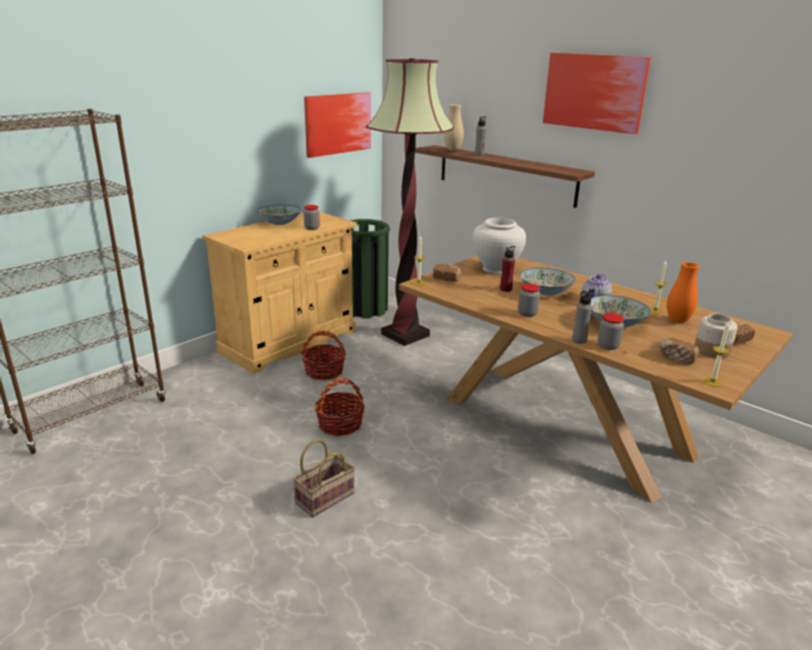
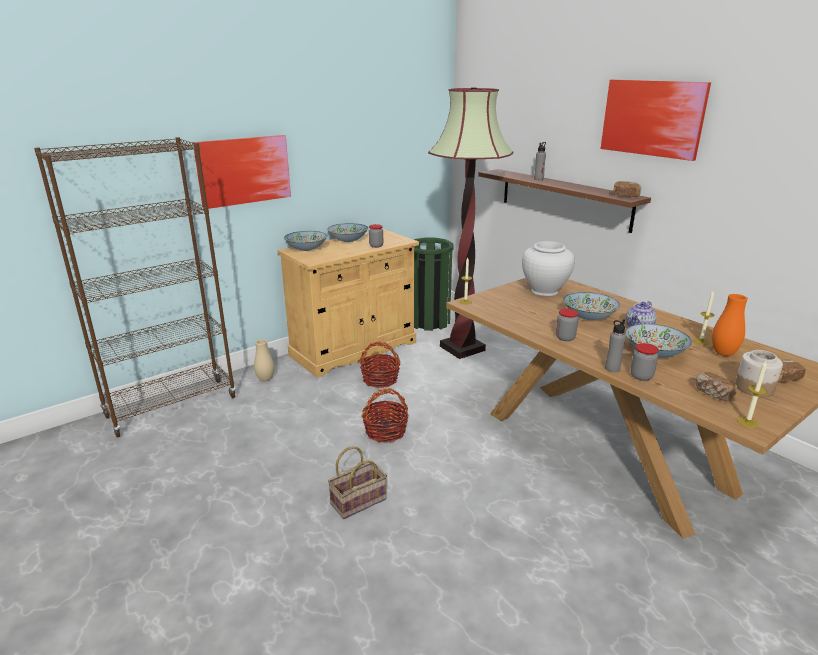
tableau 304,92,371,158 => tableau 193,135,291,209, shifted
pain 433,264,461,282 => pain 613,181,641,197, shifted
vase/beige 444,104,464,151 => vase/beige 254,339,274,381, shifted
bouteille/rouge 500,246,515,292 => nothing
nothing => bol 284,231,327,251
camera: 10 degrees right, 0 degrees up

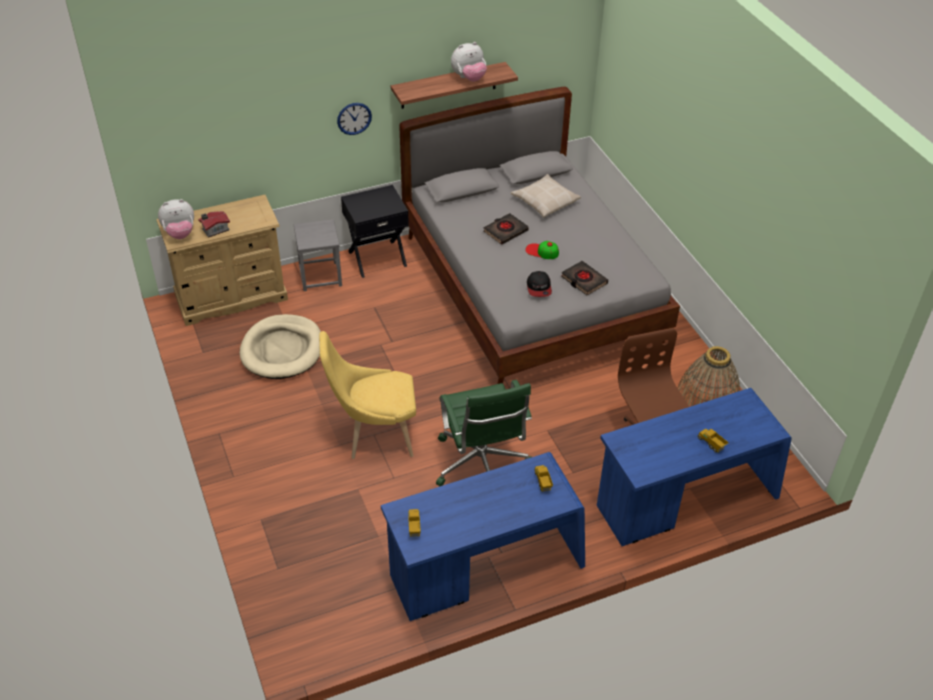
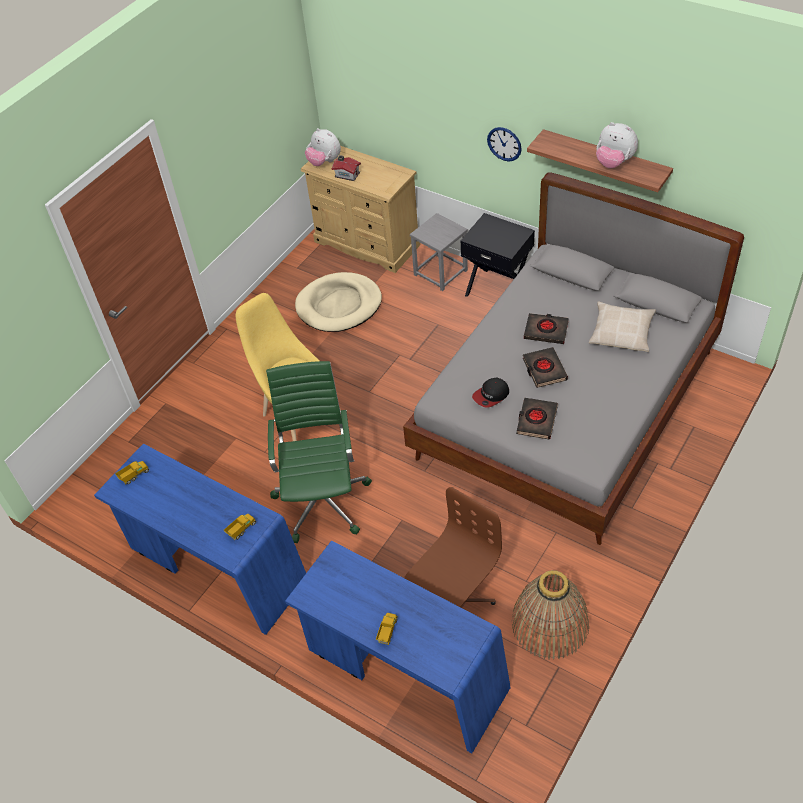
chaise de bureau/vert 436,380,532,486 => chaise de bureau/vert 266,361,372,543, 135 degrees clockwise
casquette 525,241,559,259 => livre/noir 523,347,568,388
camera: 60 degrees right, 5 degrees up

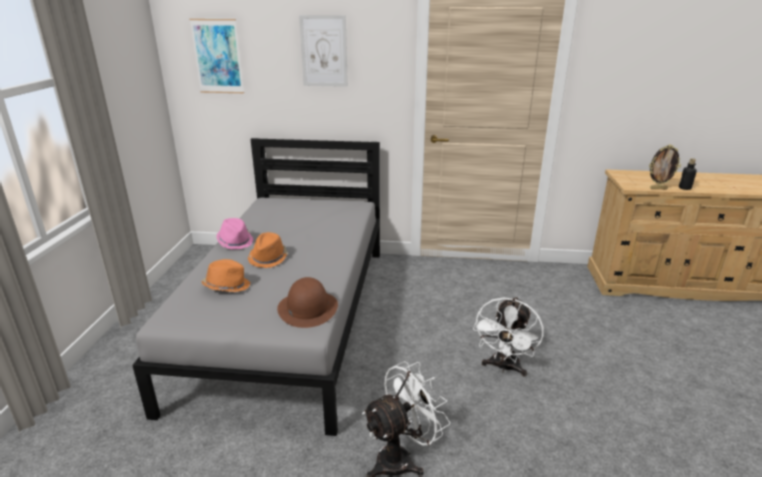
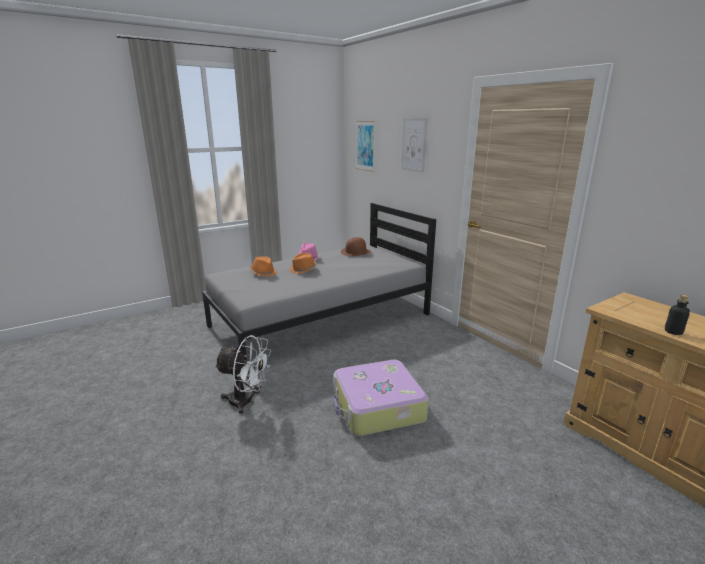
chapeau/marron 277,277,338,328 => chapeau/marron 341,237,371,256, shifted
ventilateur/blanc 473,297,544,377 => valise 333,360,429,436
cadre photo 649,145,681,189 => nothing
camera: 50 degrees right, 5 degrees down

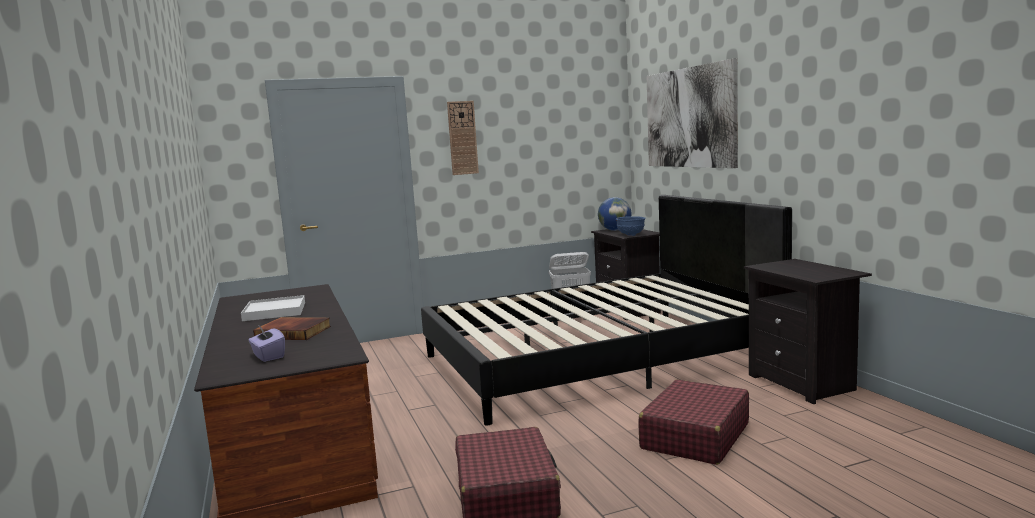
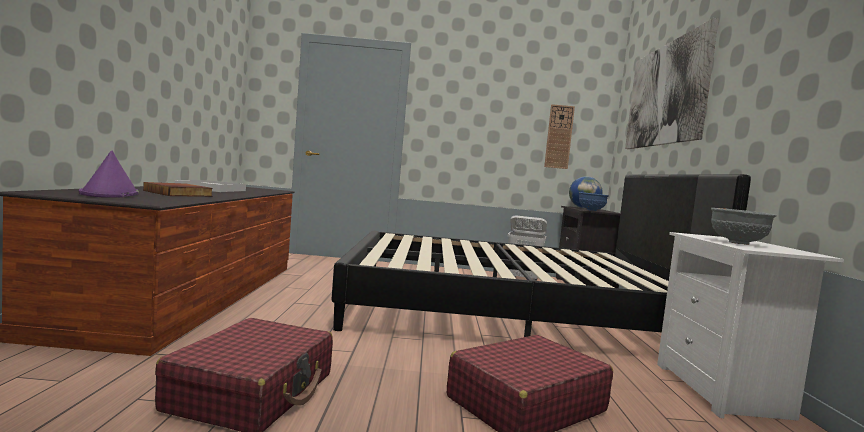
boîte à mouchoirs/violet 248,326,285,362 => chapeau/violet 79,150,139,198
horloge murale 447,101,479,175 => horloge murale 544,104,575,169, shifted
table de chevet/noir 744,259,872,404 => table de chevet/blanc 657,232,844,421
nothing => bol/gris 711,208,777,245
camera: 20 degrees right, 5 degrees down

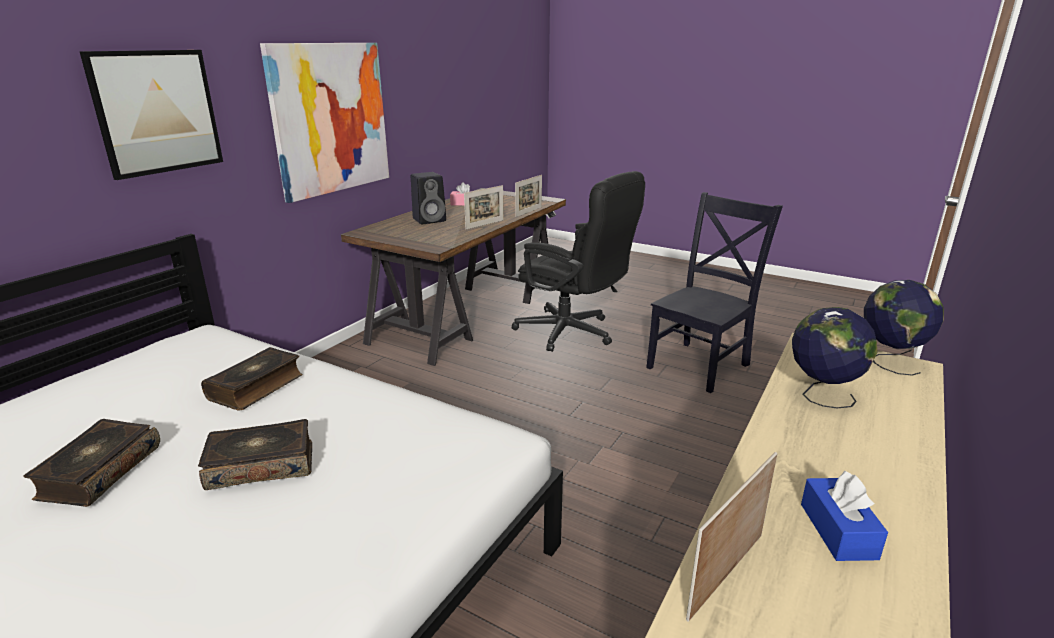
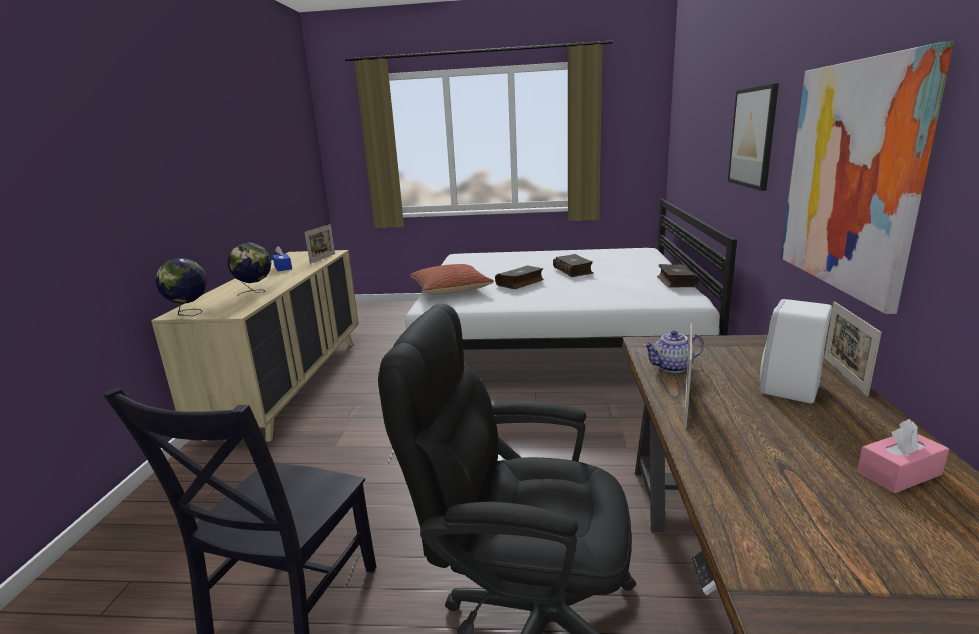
livre 201,347,303,411 => livre 657,264,699,288, shifted
enceinte/noir 411,172,446,224 => enceinte/blanc 760,299,832,403
cadre photo 515,175,542,217 => cadre photo 824,301,882,396, shifted
nothing => coussin 410,264,494,295
nothing => théière 643,331,704,373
camera: 155 degrees right, 5 degrees down

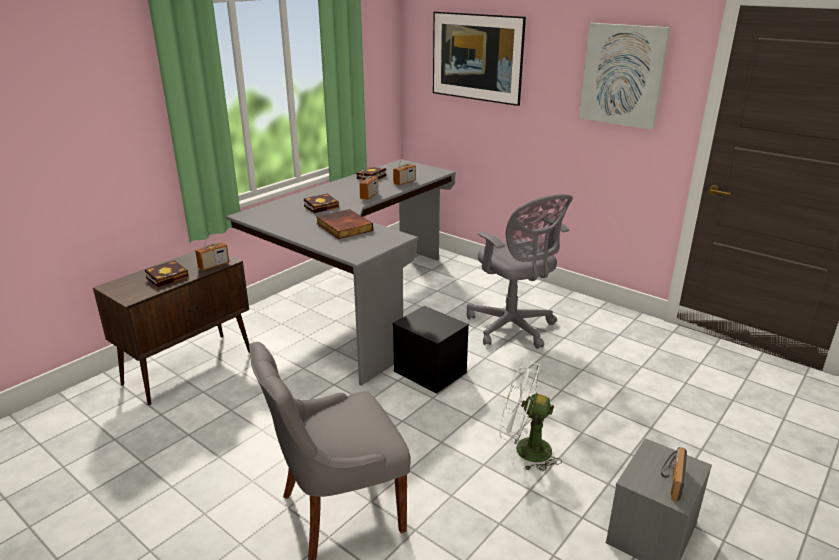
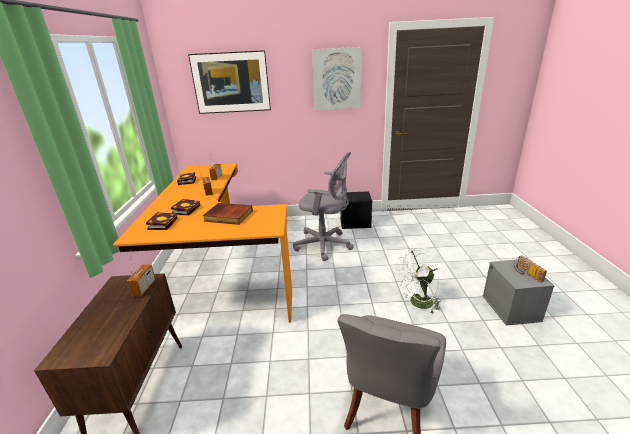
livre 145,260,189,287 => livre 146,212,178,230, shifted
bureau/gris 226,159,456,386 => bureau/orange 113,163,292,323
boîte de rangement/noir 392,306,469,394 => boîte de rangement/noir 340,191,372,229, shifted
camera: 40 degrees left, 0 degrees up

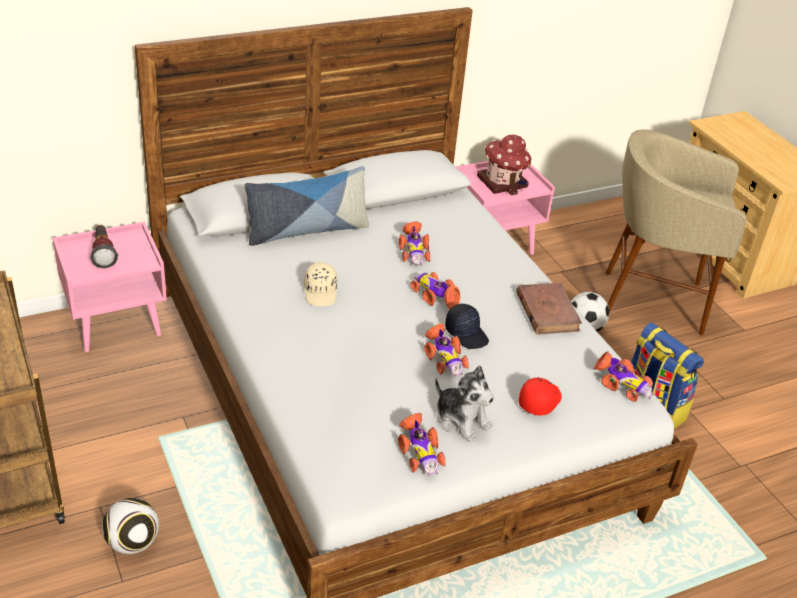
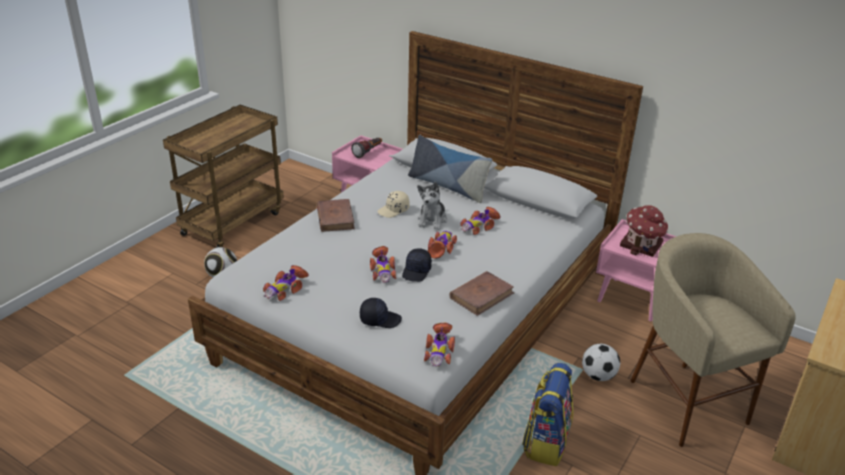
petite voiture 424,323,469,377 => petite voiture 370,246,396,283, 45 degrees counterclockwise
peluche 435,365,494,442 => peluche 417,182,447,230, shifted
casquette/rouge 519,377,562,416 => casquette/noir 360,298,402,328
nothing => livre/marron 317,199,355,232
camera: 60 degrees right, 5 degrees down

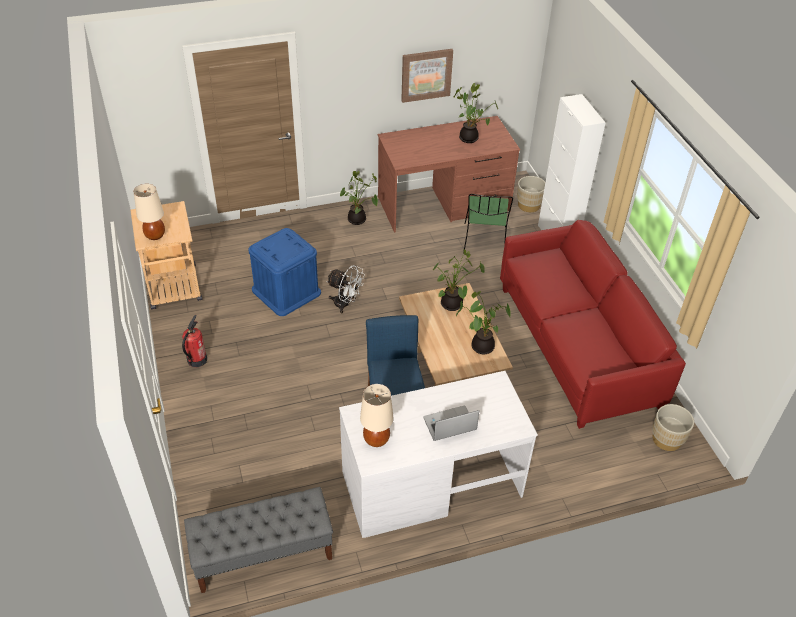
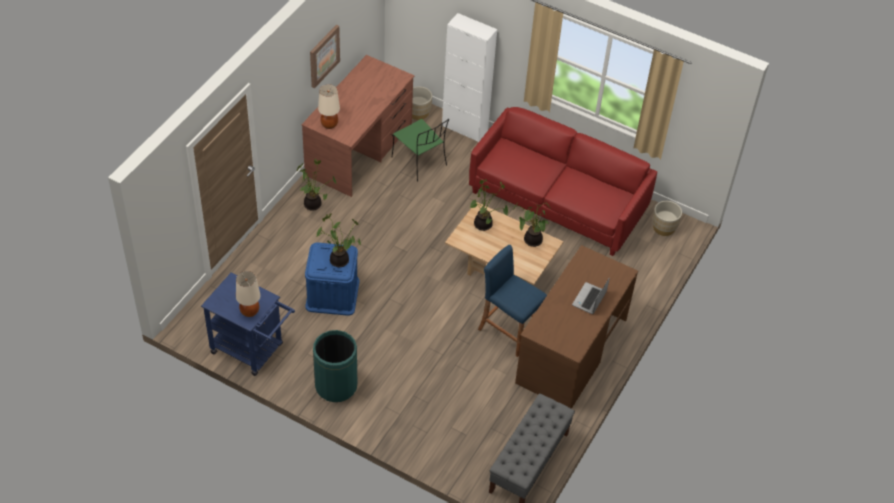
chariot/beige 130,201,203,309 => chariot/bleu 201,272,295,376
extincteur 182,315,207,367 => poubelle/vert 313,330,357,402
ventilateur/blanc 326,265,365,313 => nothing
bureau/blanc 339,371,538,538 => bureau/marron 515,245,638,409
lampe de table/beige 360,384,394,447 => lampe de table/beige 318,84,340,129, shifted
plante en pot 454,83,498,143 => plante en pot 317,213,361,267, shifted
camera: 45 degrees left, 5 degrees up

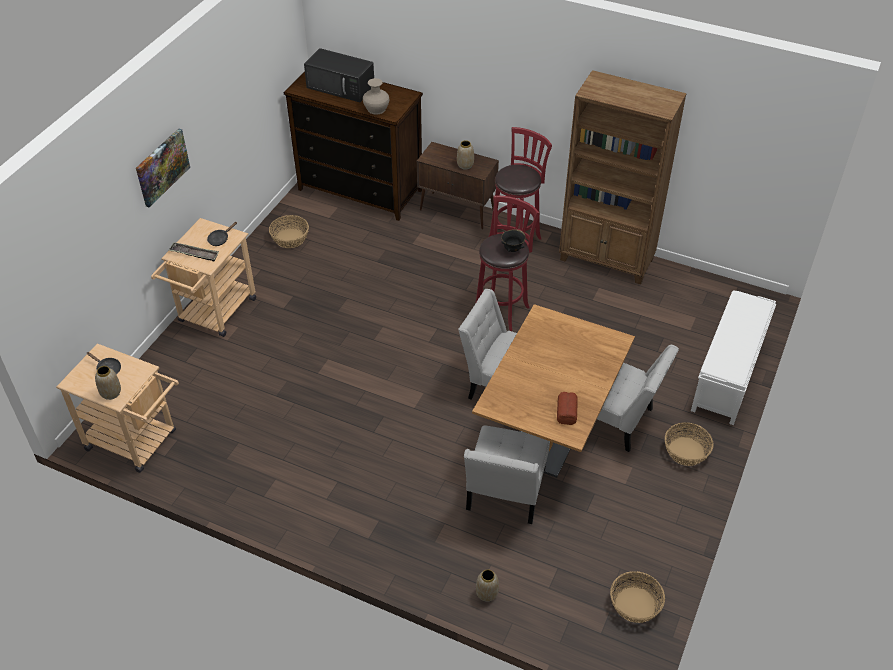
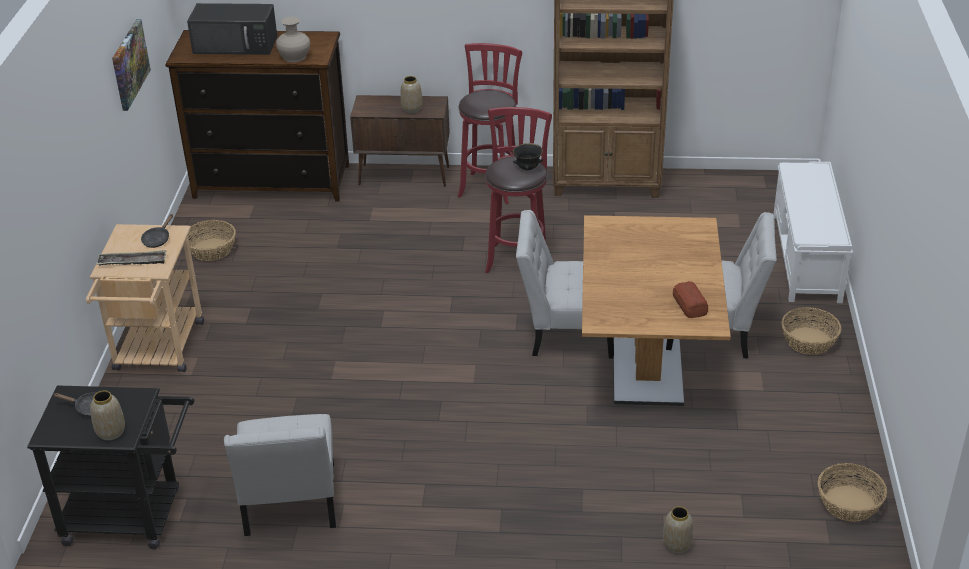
chariot/beige 56,343,179,473 => chariot/noir 27,385,194,549
tableau 136,128,190,207 => tableau 112,19,151,111, shifted
chaise/blanc 464,426,550,524 => chaise/blanc 224,414,336,536, shifted
camera: 20 degrees left, 10 degrees down

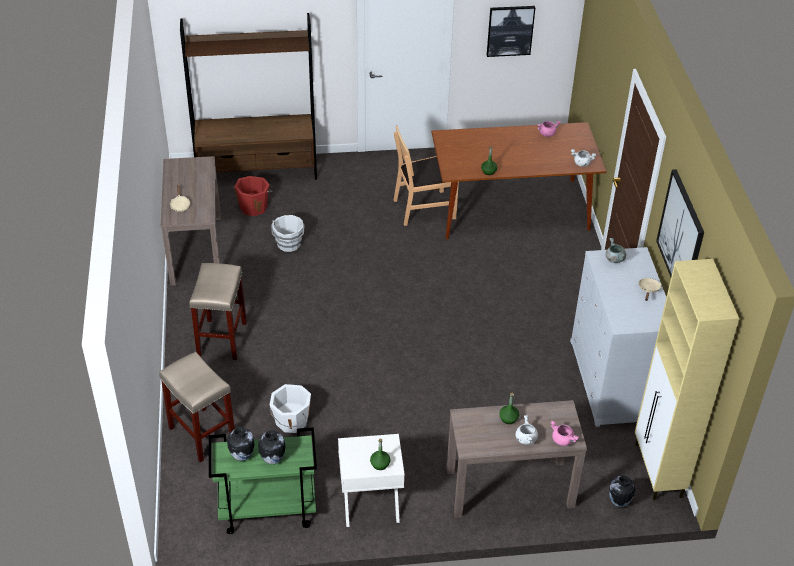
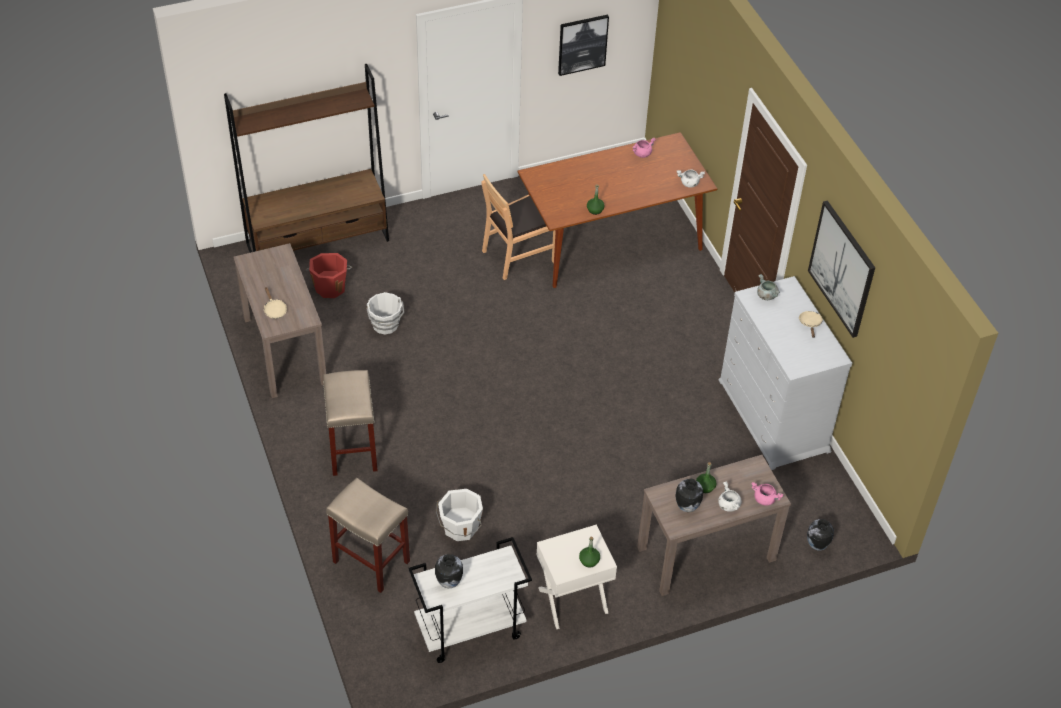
chariot/vert 209,427,317,534 => chariot/blanc 409,537,532,663
vase 258,430,285,464 => vase 676,479,703,512, shifted
meuble de rangement/beige 635,259,739,500 => nothing
camera: 15 degrees left, 5 degrees up

